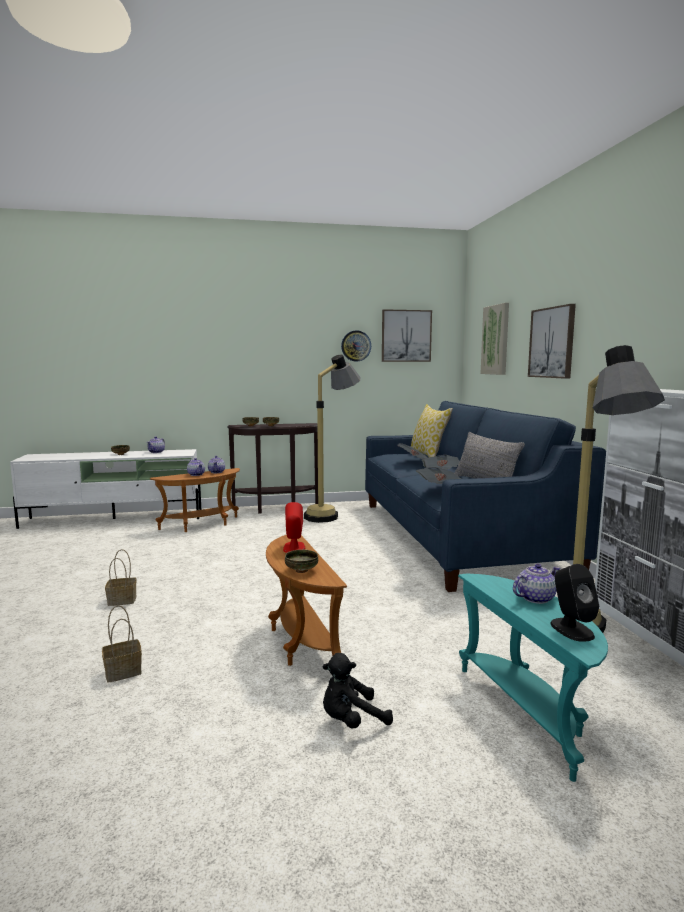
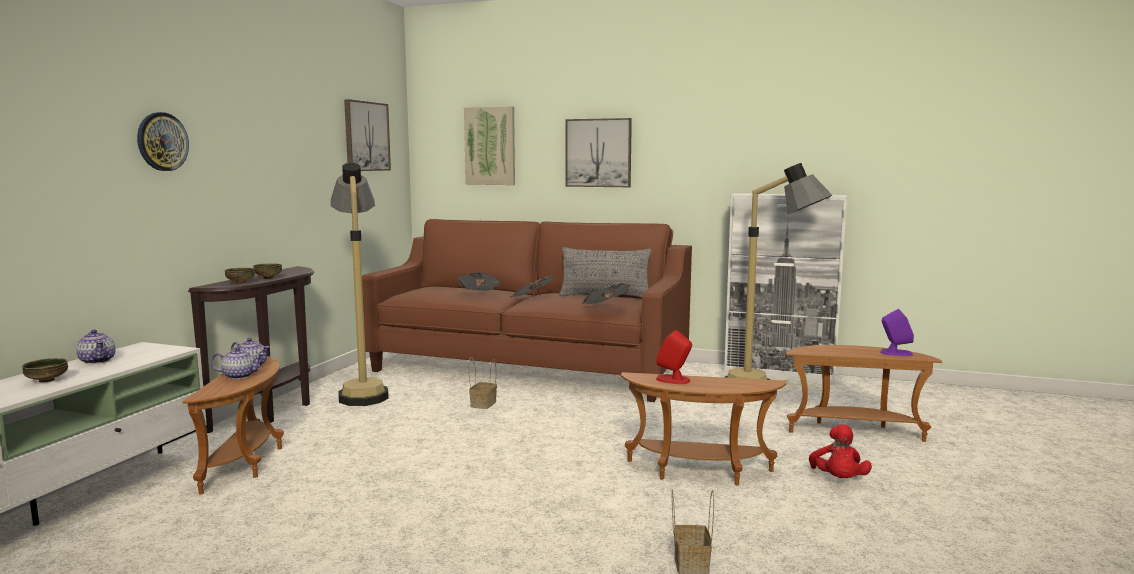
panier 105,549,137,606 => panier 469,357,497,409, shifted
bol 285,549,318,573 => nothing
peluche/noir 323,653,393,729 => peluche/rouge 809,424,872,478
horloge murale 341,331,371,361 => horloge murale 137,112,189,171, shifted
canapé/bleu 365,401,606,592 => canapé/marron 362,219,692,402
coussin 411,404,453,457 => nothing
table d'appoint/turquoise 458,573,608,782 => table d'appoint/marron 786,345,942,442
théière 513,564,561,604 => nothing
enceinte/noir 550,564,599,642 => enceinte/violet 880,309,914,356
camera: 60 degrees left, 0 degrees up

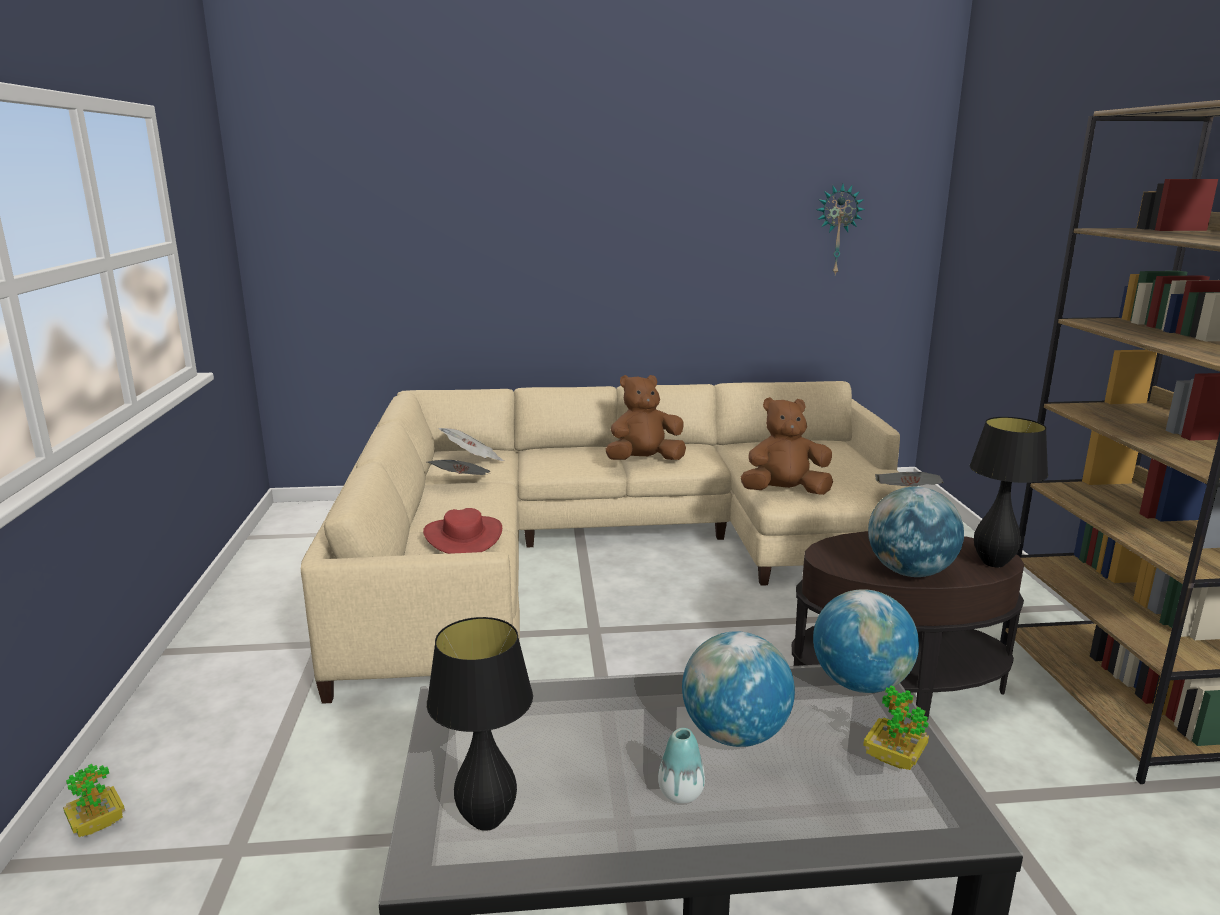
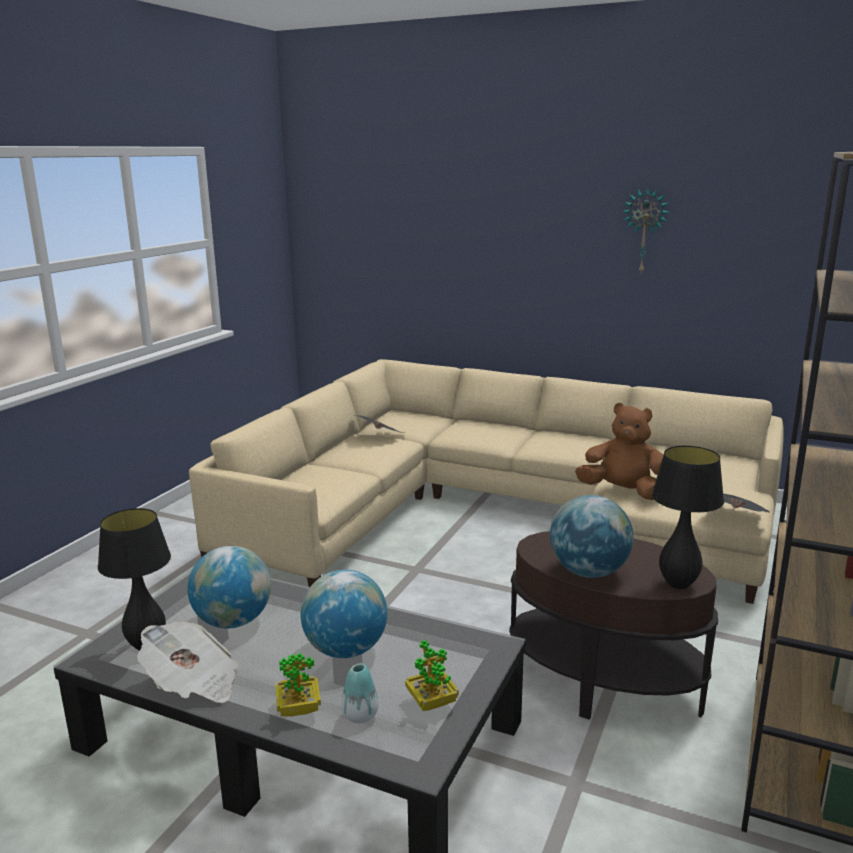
plante en pot 63,764,125,837 => plante en pot 275,653,321,717, shifted
chapeau/rouge 423,508,502,554 => nothing
journal 438,428,504,461 => journal 137,622,239,703, shifted
peluche/marron 606,375,686,460 => nothing
vase 658,728,705,804 => vase 341,663,379,723, shifted
globe 813,589,919,693 => globe 187,546,271,628, shifted
horloge murale 816,184,865,275 => horloge murale 622,188,670,273, shifted
camera: 30 degrees right, 0 degrees up

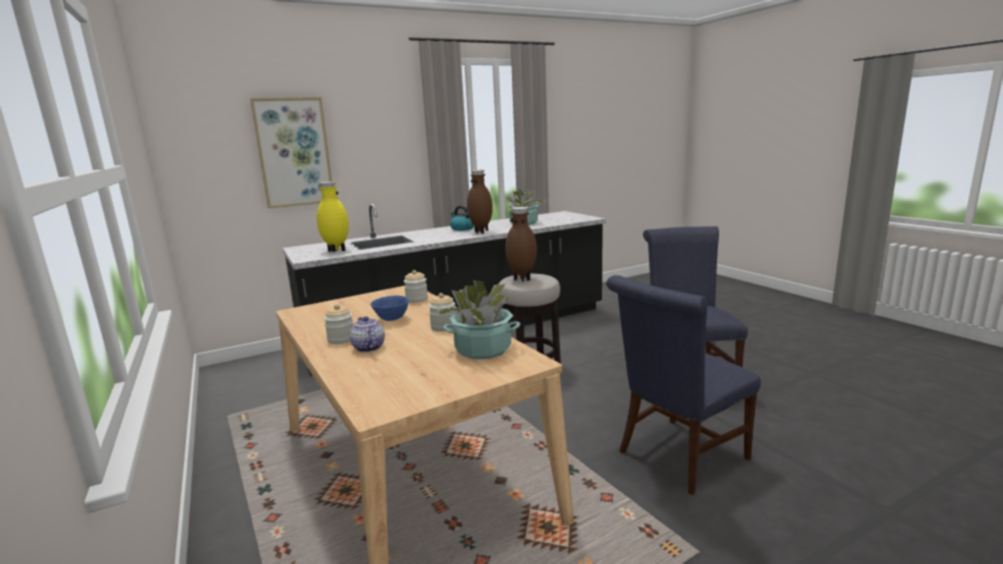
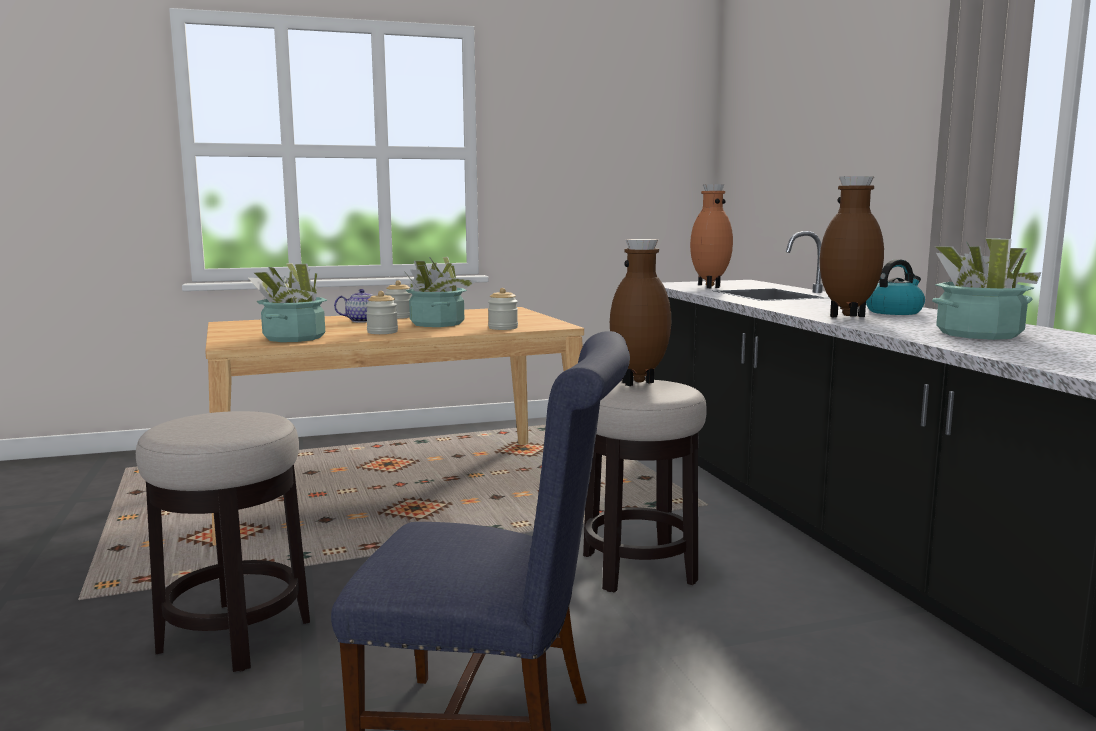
tableau 250,97,332,208 => nothing
vase/jaune 317,182,349,252 => vase/marron 690,184,733,288
bol/bleu 370,296,409,321 => plante en pot 404,257,477,327
chaise/bleu 606,275,761,495 => tabouret 136,411,310,672
camera: 100 degrees right, 5 degrees down

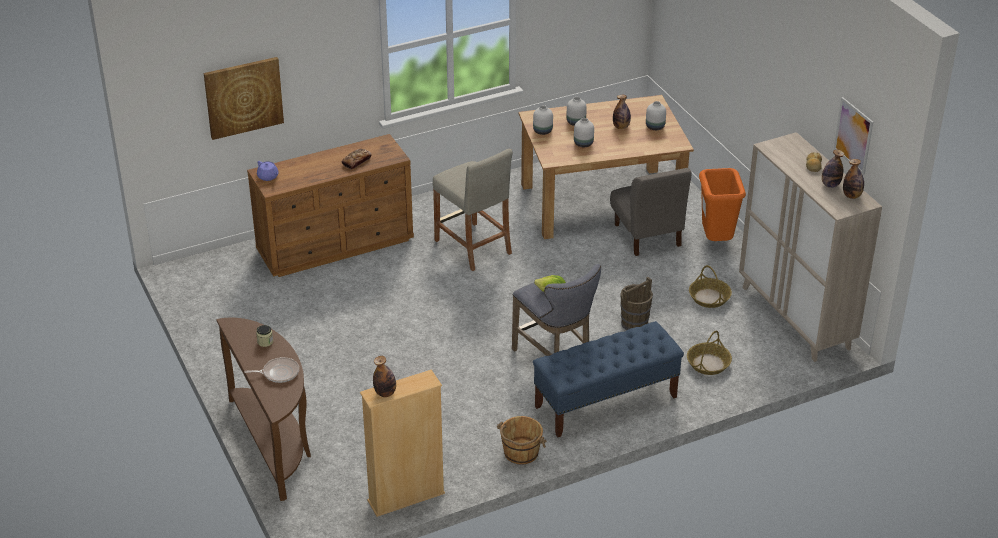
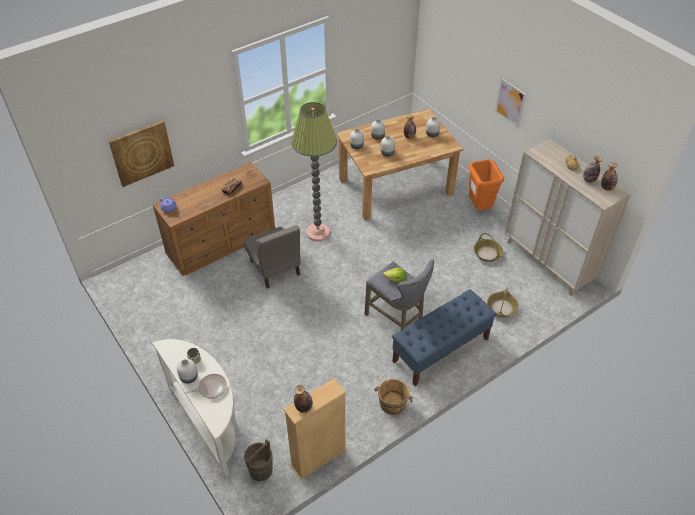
table console/marron 216,318,311,501 => table console/blanc 153,339,240,477
tabouret/beige 433,149,513,271 => lampadaire 291,102,337,241
chaise/gris 610,168,692,256 => chaise/gris 244,225,301,289, shifted
seau/marron 620,277,653,330 => seau/marron 244,439,273,482, shifted
tableau 834,97,873,175 => tableau 495,78,526,128, shifted
nothing => vase/blanc 177,359,198,384
camera: 10 degrees left, 10 degrees up

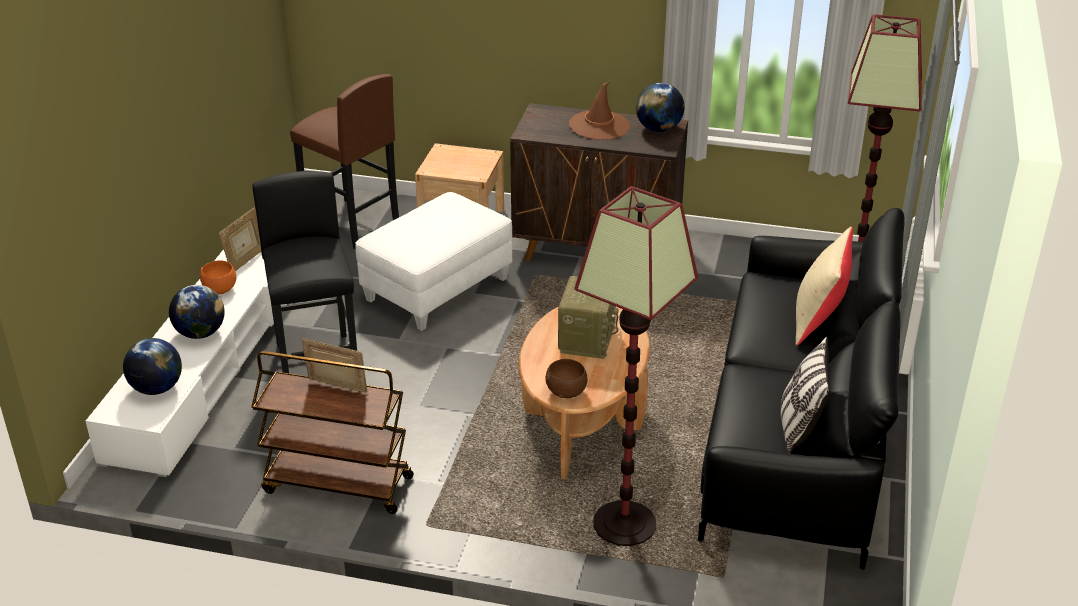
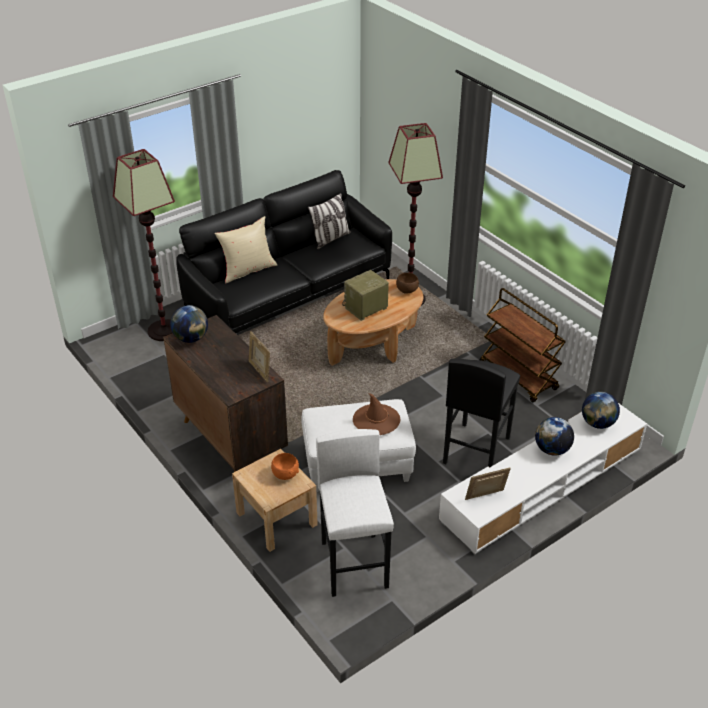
bol/orange 200,260,236,294 => bol/orange 271,453,299,480, shifted
tabouret/marron 290,74,399,249 => tabouret/blanc 316,429,394,597
cadre photo 301,338,367,393 => cadre photo 249,331,270,383, shifted
chapeau/marron 569,81,630,140 => chapeau/marron 353,393,401,435, shifted
camera: 140 degrees left, 5 degrees up

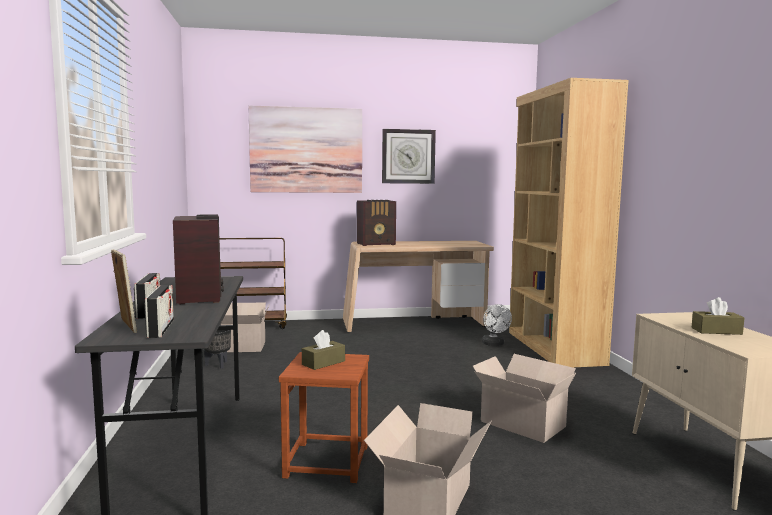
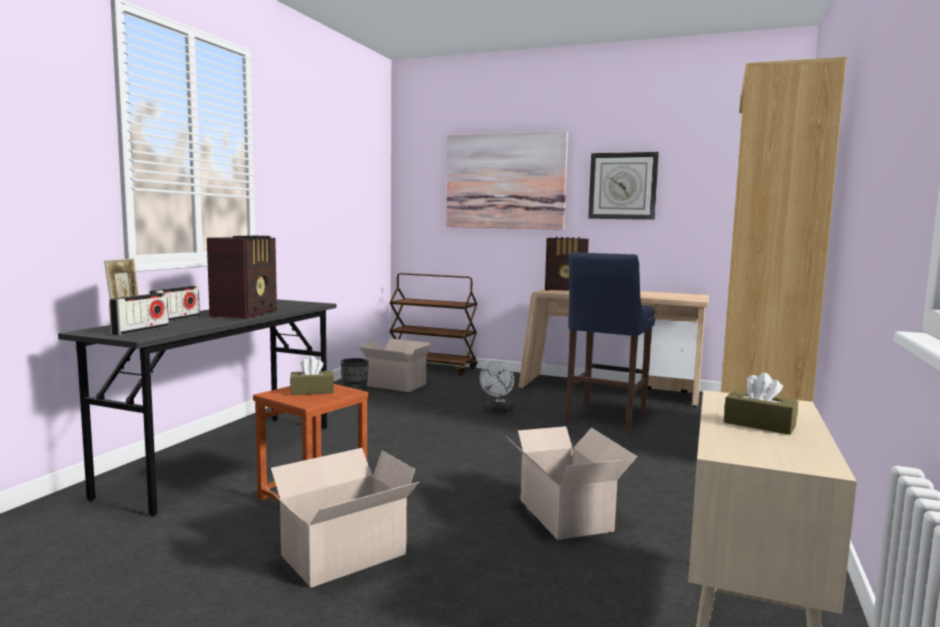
ventilateur/blanc 482,304,512,346 => ventilateur/blanc 480,361,514,413, shifted
nothing => tabouret/bleu 566,252,655,431
camera: 30 degrees right, 0 degrees up

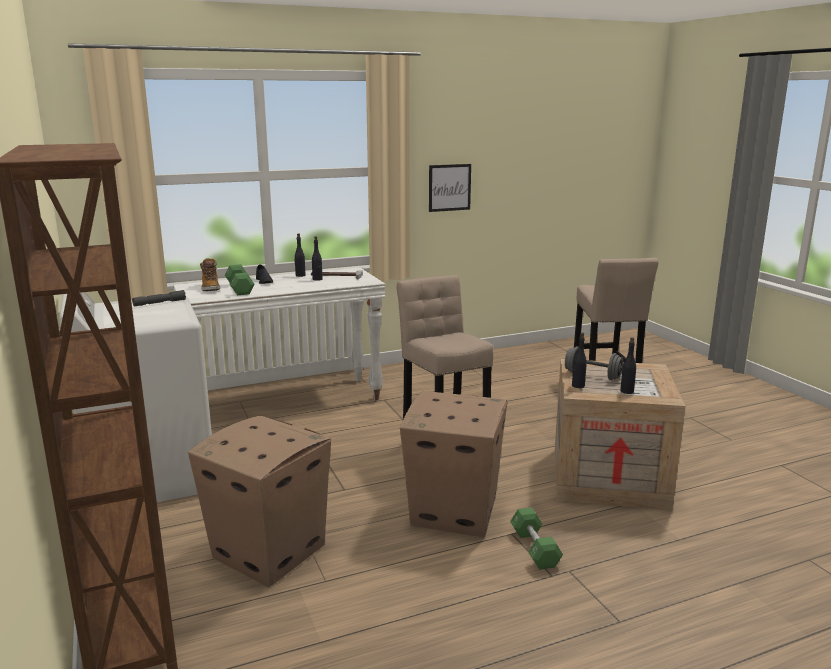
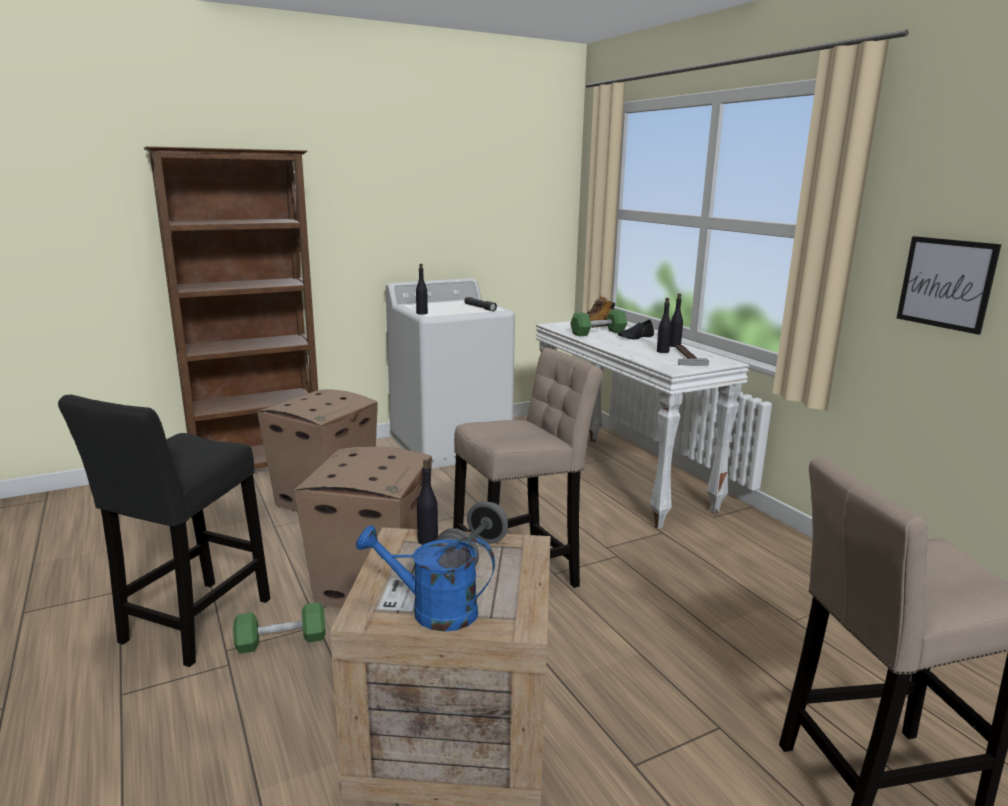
bouteille/noir 620,337,636,394 => bouteille/noir 416,264,428,315, shifted
nothing => tabouret/noir 58,395,270,667
nothing => arrosoir/bleu 356,525,495,632
camera: 85 degrees right, 0 degrees up

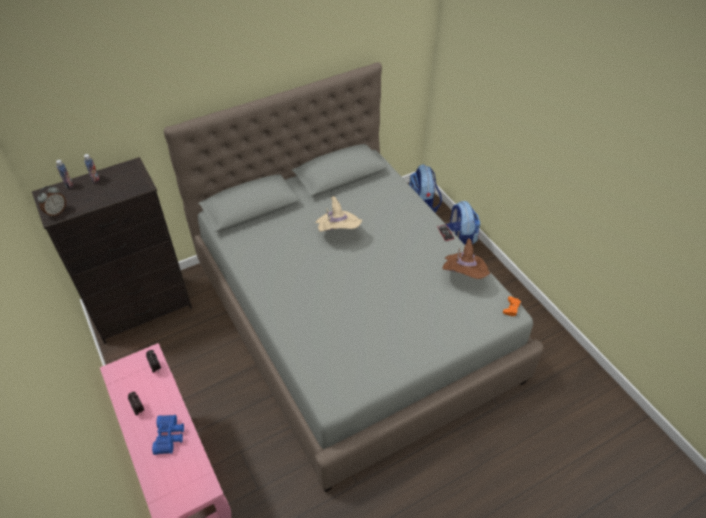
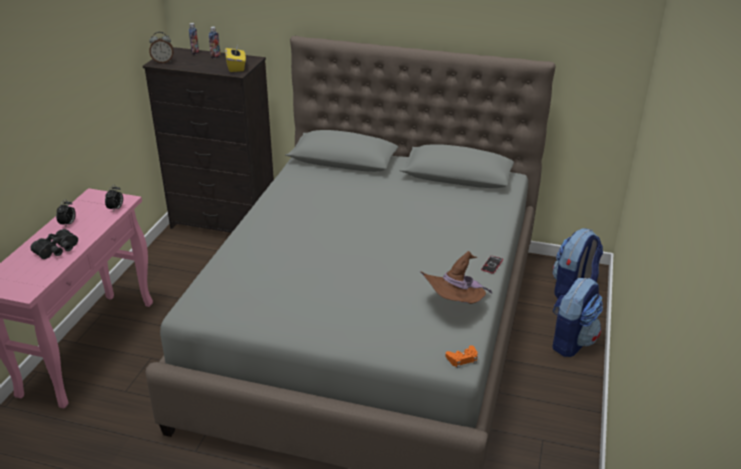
jumelles/bleu 152,415,184,455 => jumelles/noir 31,229,78,259
chapeau/beige 316,196,362,232 => nothing
nothing => boîte à mouchoirs/jaune 225,44,246,72
camera: 45 degrees right, 15 degrees down

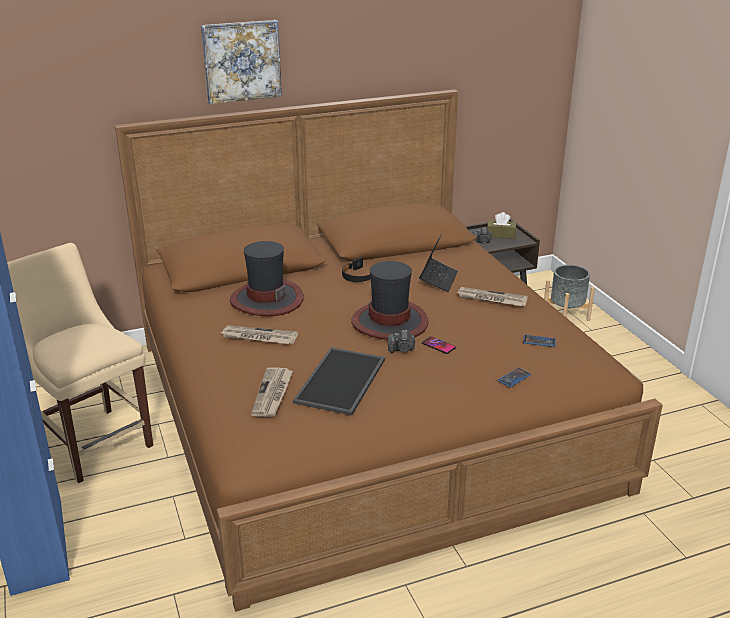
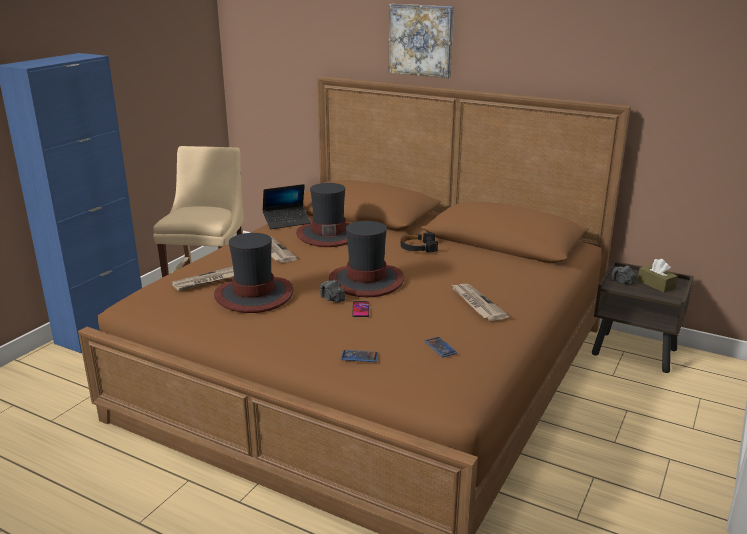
plateau 293,347,385,415 => chapeau 214,233,294,313
ordinateur portable 419,233,458,292 => ordinateur portable 262,184,311,229, shifted
cache-pot/gris 544,265,595,321 => nothing
camera: 50 degrees right, 5 degrees down

